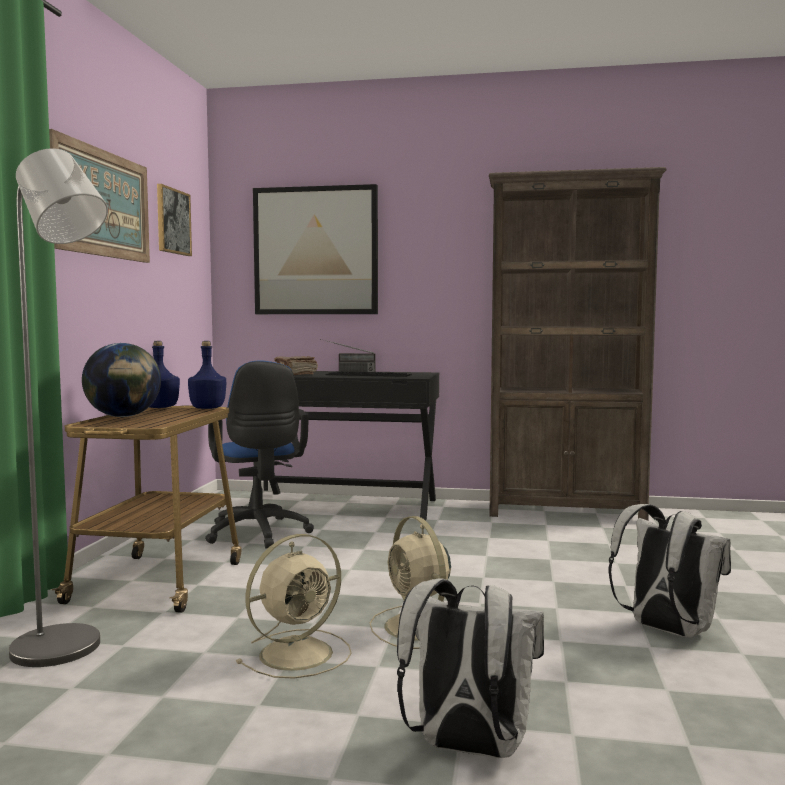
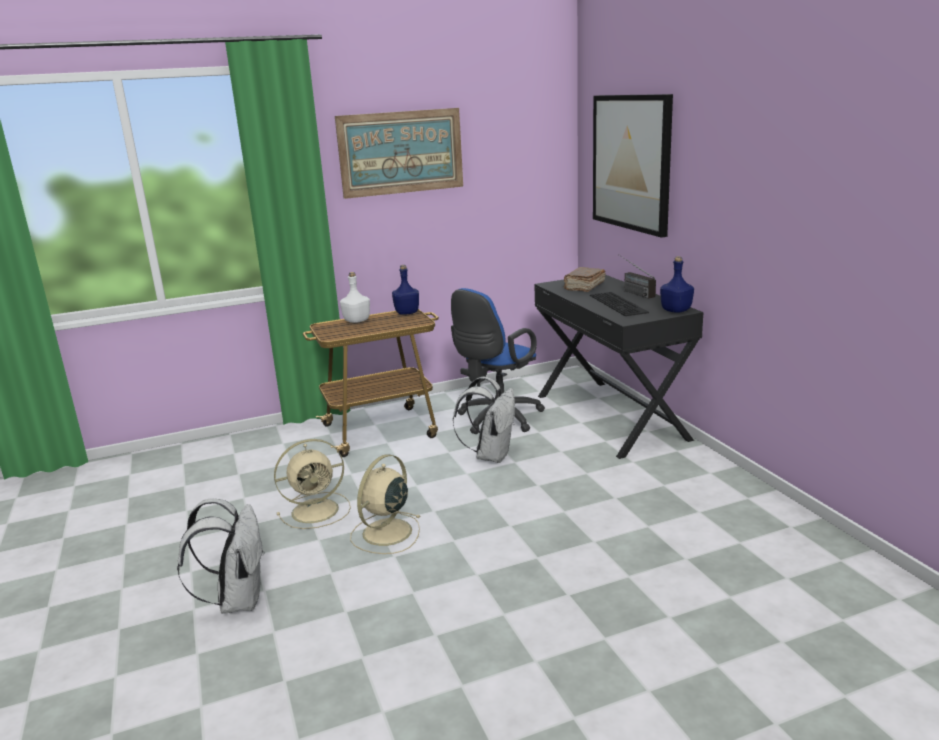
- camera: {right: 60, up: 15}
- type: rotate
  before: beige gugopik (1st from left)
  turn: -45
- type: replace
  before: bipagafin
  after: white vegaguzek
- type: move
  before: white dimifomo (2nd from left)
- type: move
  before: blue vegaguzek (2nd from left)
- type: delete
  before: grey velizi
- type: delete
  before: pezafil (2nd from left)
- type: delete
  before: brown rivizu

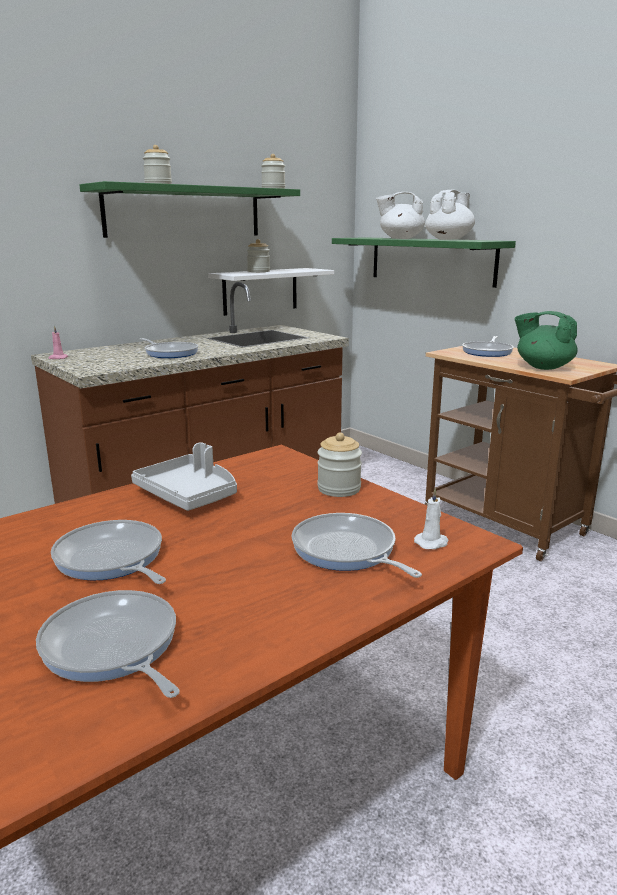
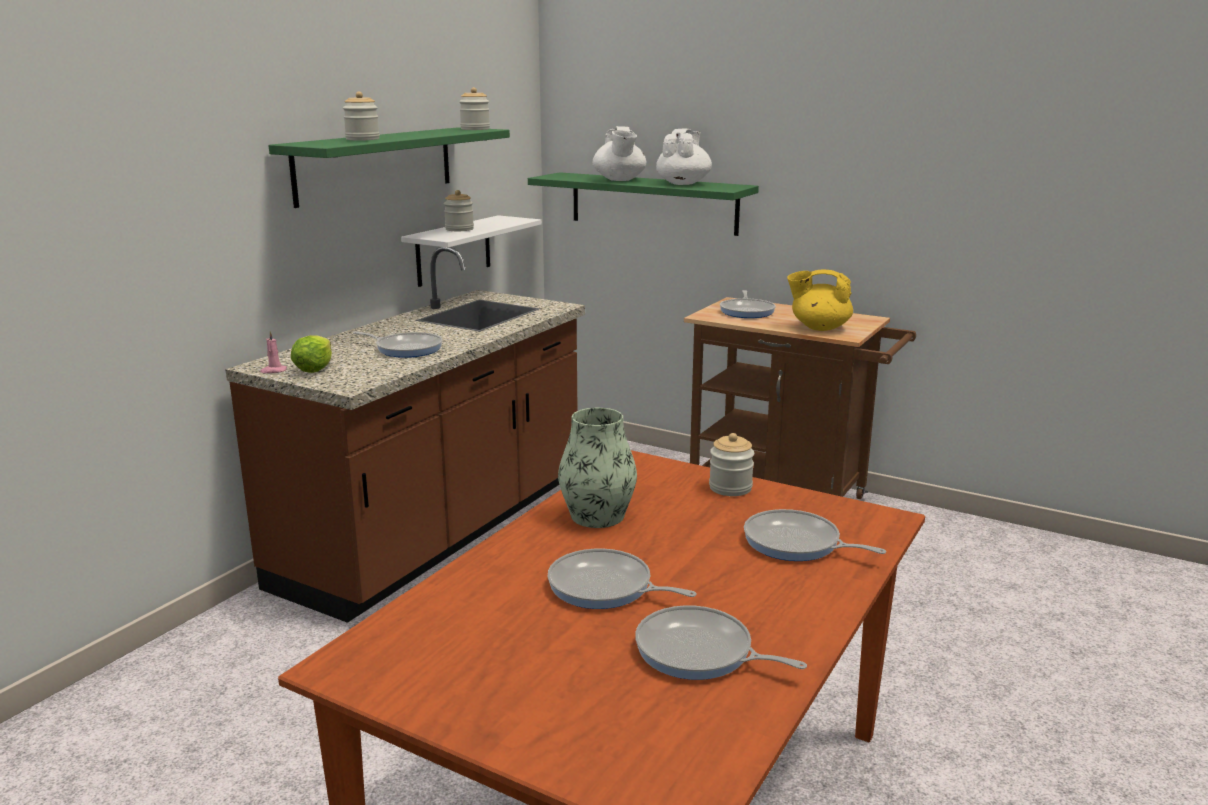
- camera: {right: -20, up: 0}
- type: insert
  after: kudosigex
- type: replace
  before: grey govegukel
  after: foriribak
- type: rotate
  before: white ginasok (1st from left)
  turn: -75
- type: recolor
  before: green ginasok
  after: yellow ginasok
- type: delete
  before: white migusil

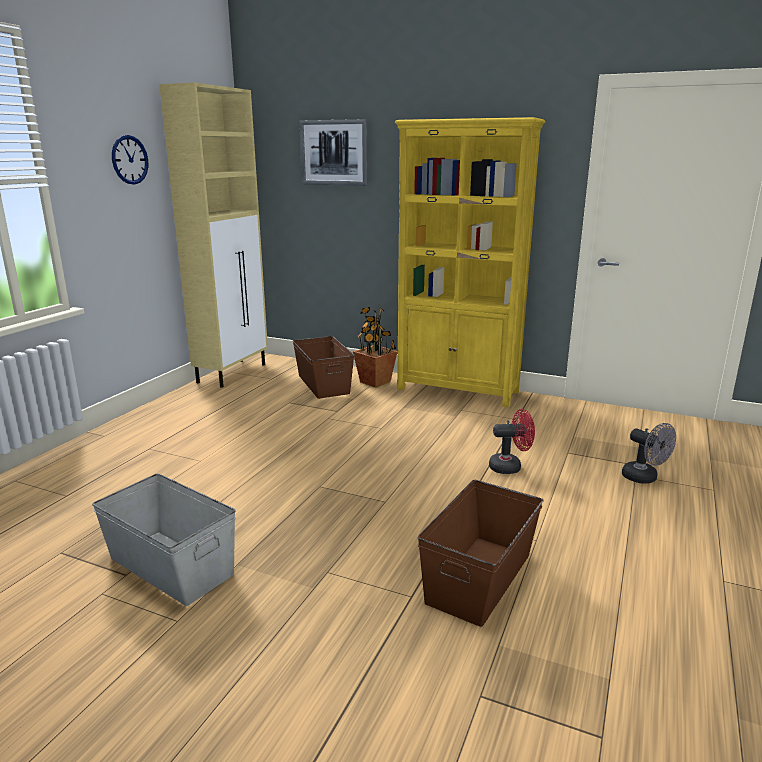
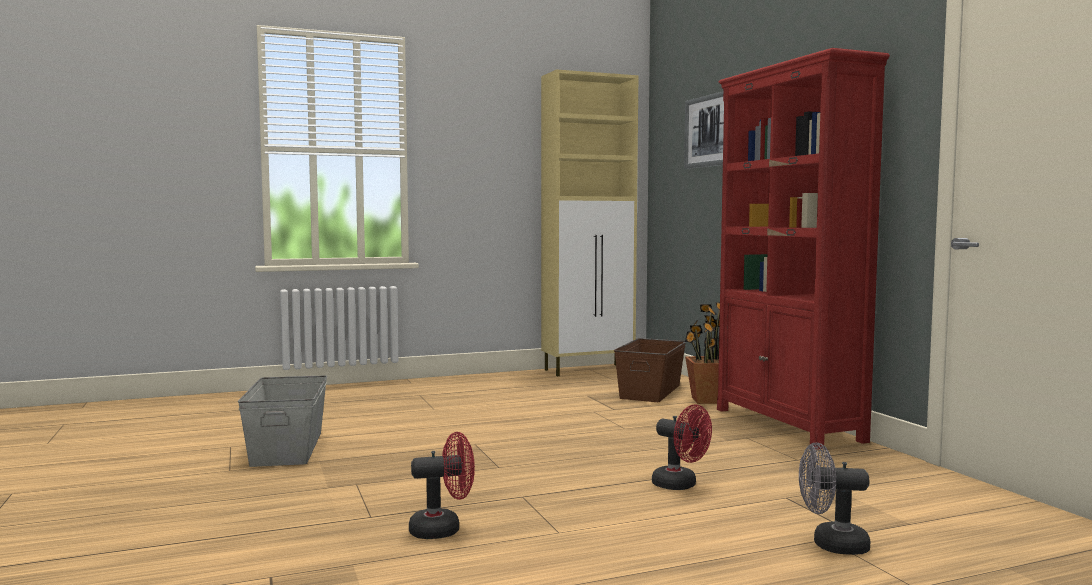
- camera: {right: 45, up: -15}
- type: replace
  before: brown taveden (2nd from left)
  after: red gugopik (1st from left)
- type: recolor
  before: yellow rivizu
  after: red rivizu
- type: rotate
  before: grey gugopik
  turn: 90
- type: delete
  before: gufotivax

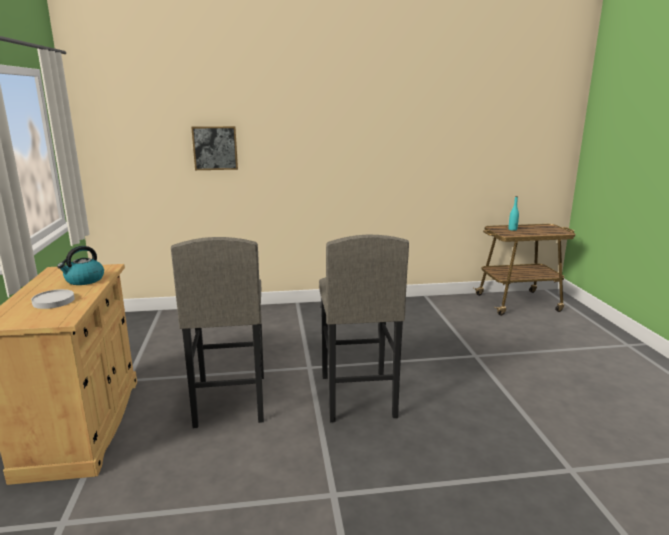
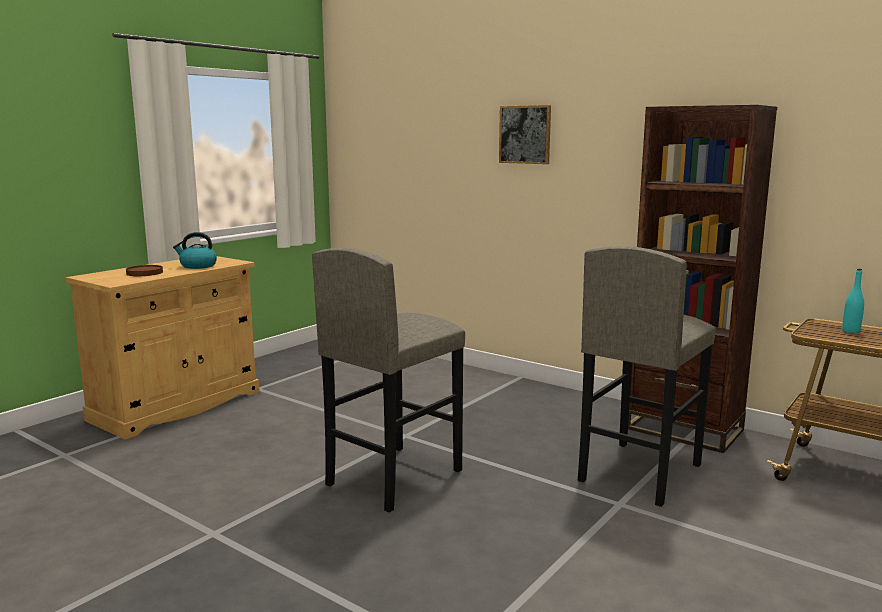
- camera: {right: 45, up: -5}
- type: recolor
  before: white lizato
  after: brown lizato
- type: move
  before: pezafil
- type: move
  before: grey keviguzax (1st from left in the first image)
  after: grey keviguzax (2nd from left)
- type: insert
  after: brown rivizu

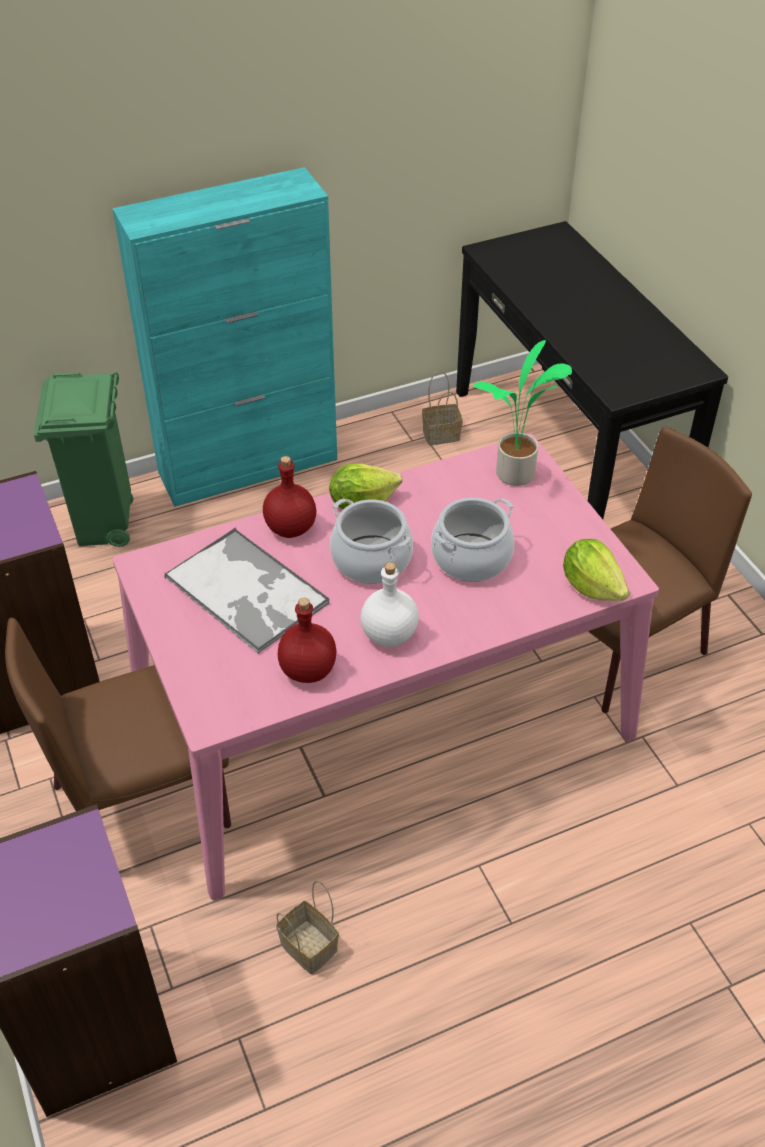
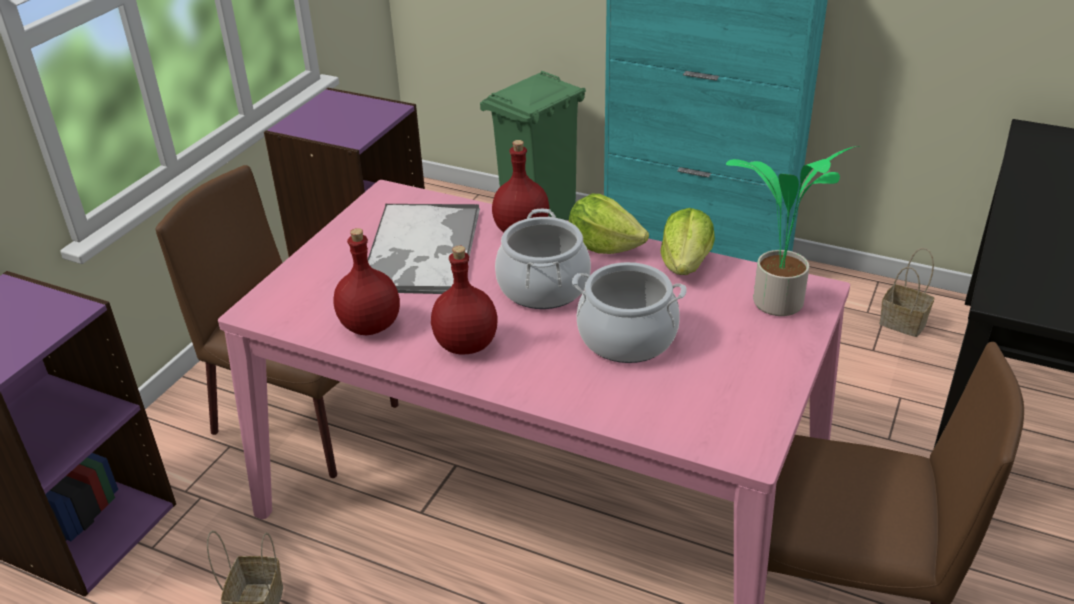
- camera: {right: 50, up: -10}
- type: recolor
  before: white vegaguzek
  after: red vegaguzek (2nd from left)
- type: move
  before: kudosigex (2nd from left)

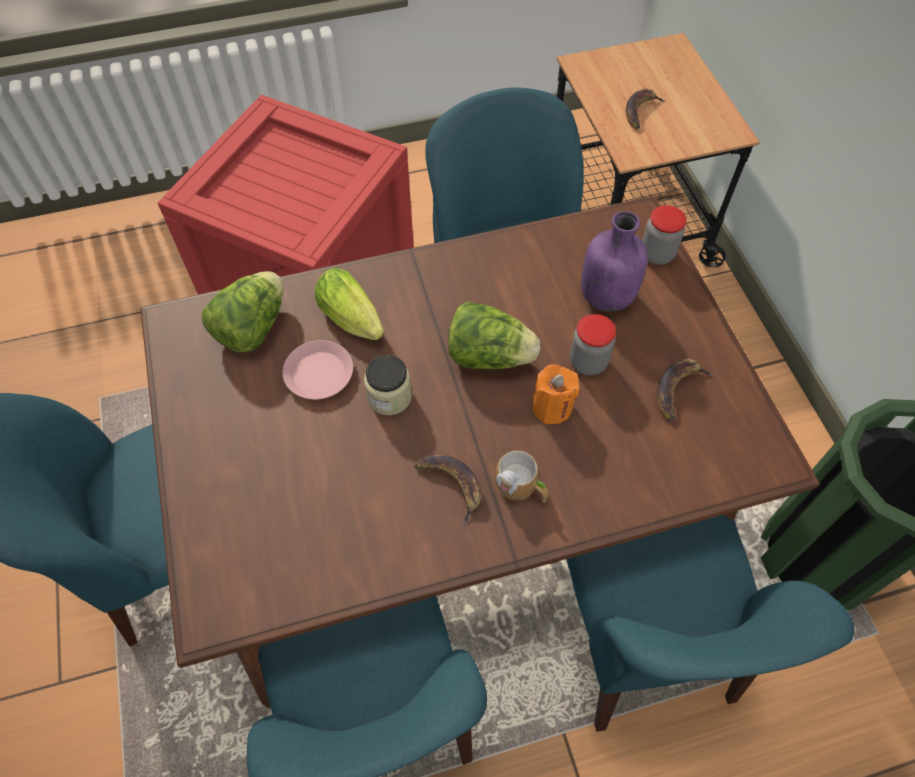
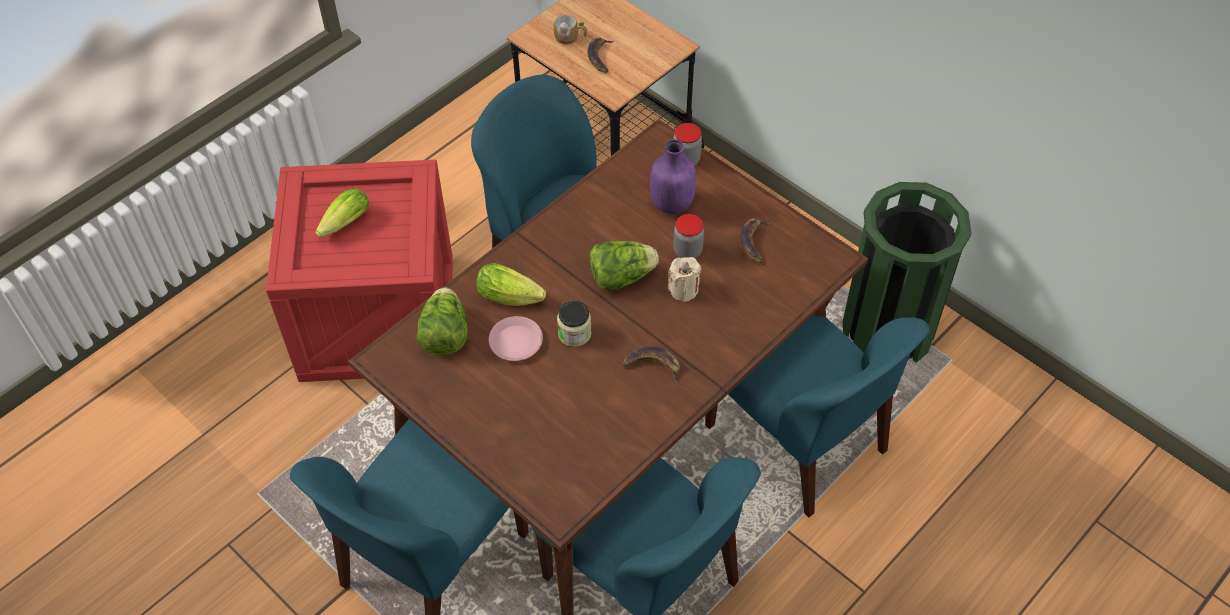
- camera: {right: -30, up: -5}
- type: insert
  after: kudosigex (1st from left)
- type: move
  before: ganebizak
- type: recolor
  before: orange migusil
  after: beige migusil

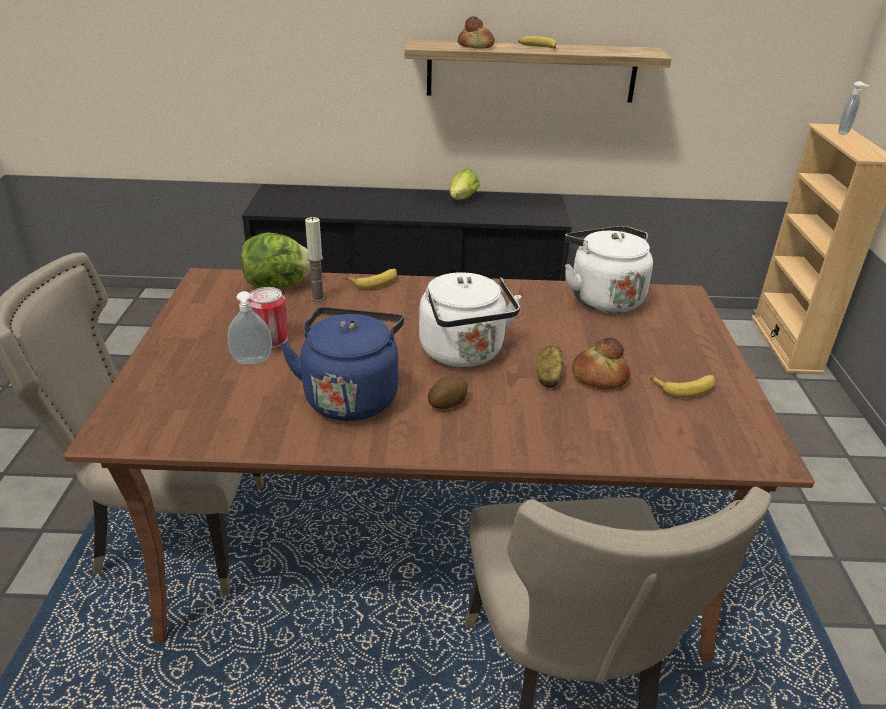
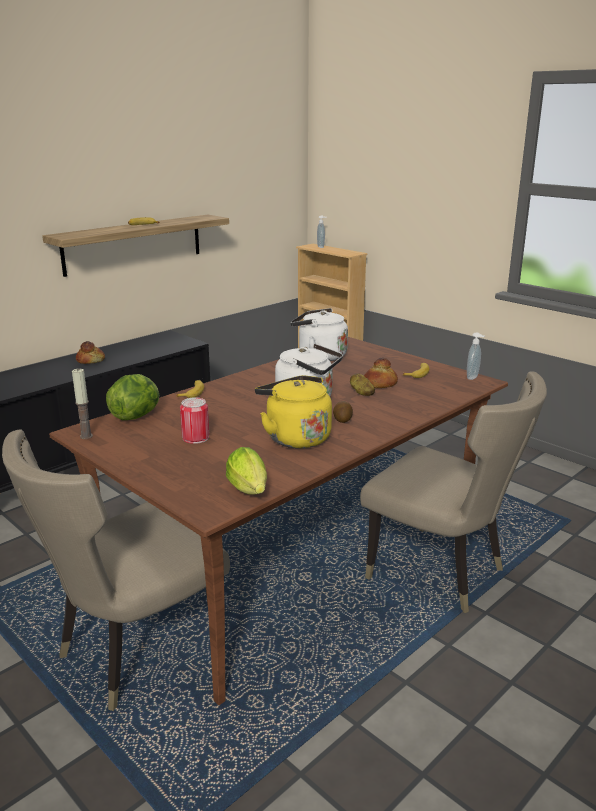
- camera: {right: -45, up: -10}
- type: move
  before: migusil
- type: move
  before: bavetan (1st from left)
- type: move
  before: kudosigex (2nd from left)
- type: recolor
  before: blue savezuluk
  after: yellow savezuluk
- type: move
  before: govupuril (1st from left in the first image)
  after: govupuril (2nd from left)

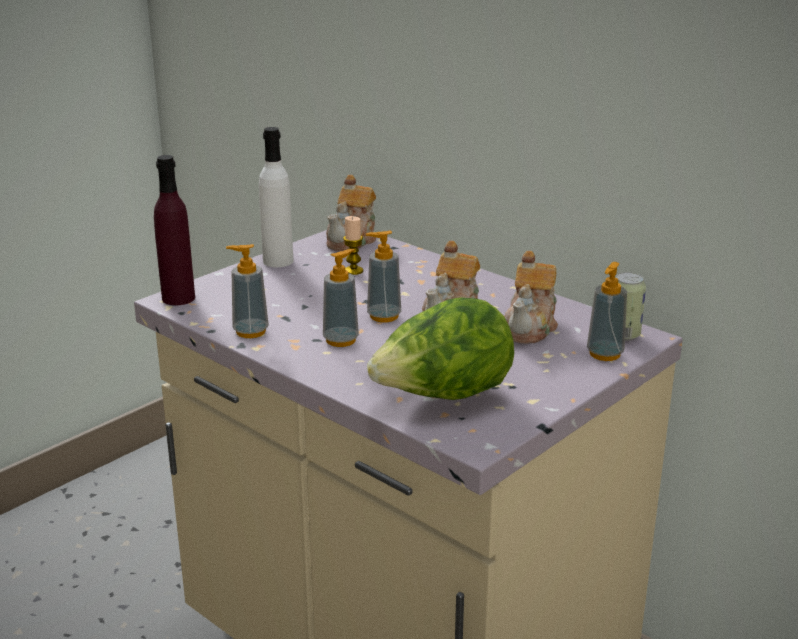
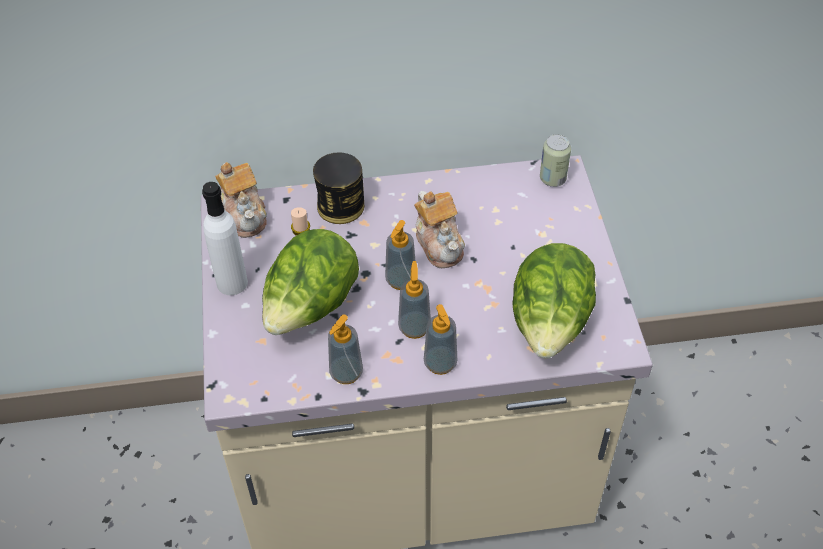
- camera: {right: -50, up: 25}
- type: insert
  after: kudosigex (1st from left)
- type: insert
  after: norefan (1st from left)
- type: move
  before: govupuril (4th from left)
- type: delete
  before: purple vegaguzek
- type: delete
  before: ginasok (3rd from left)

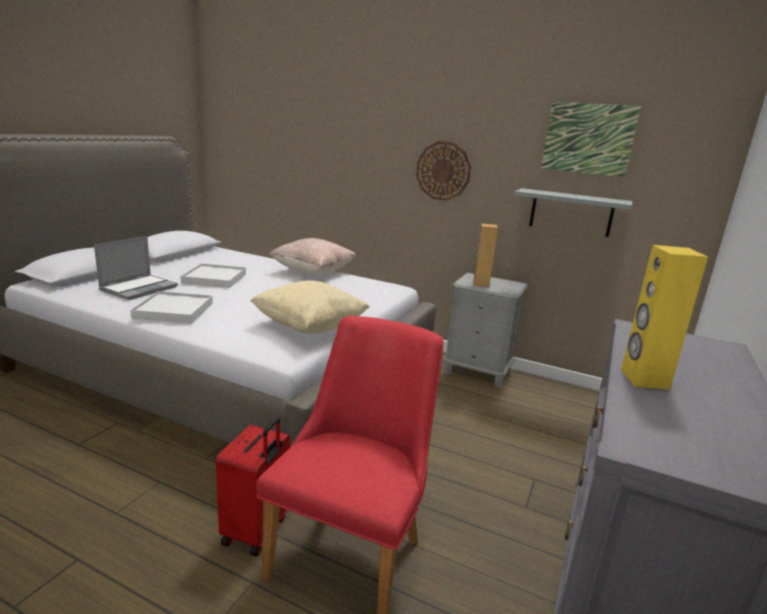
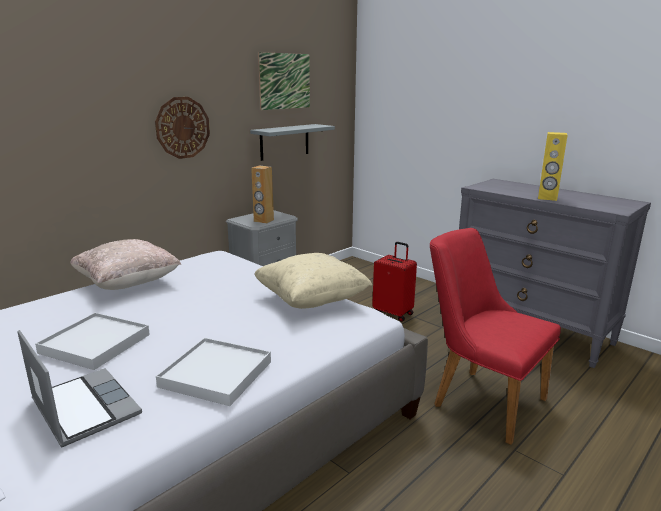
- camera: {right: -70, up: 0}
- type: move
  before: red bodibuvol

